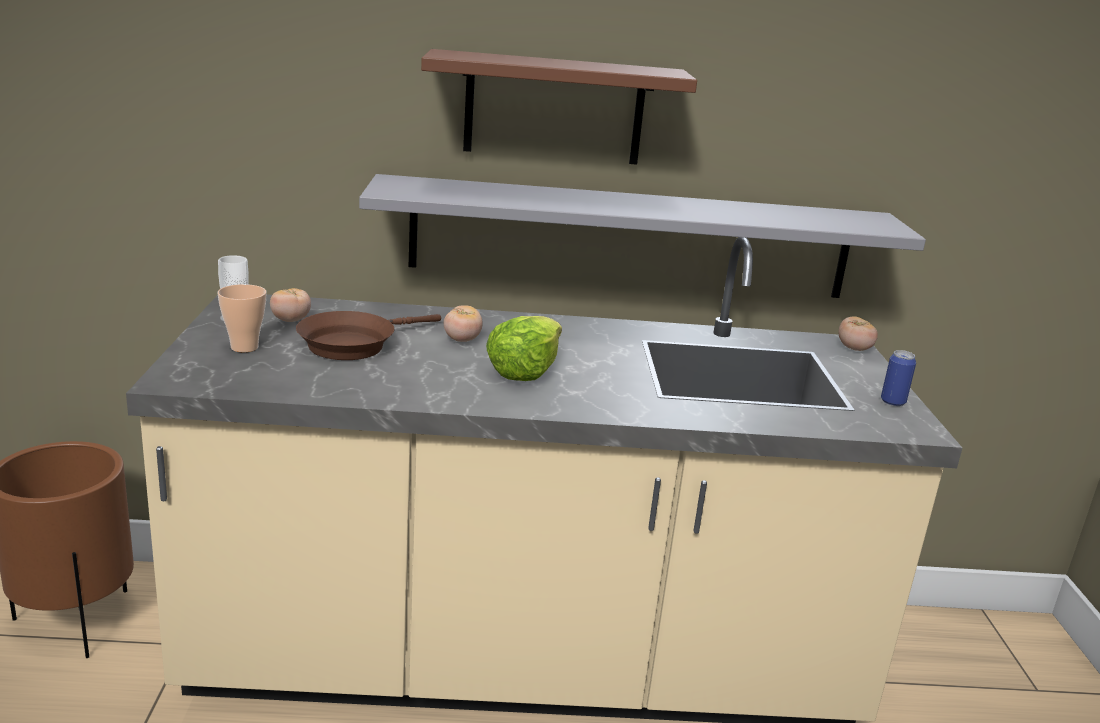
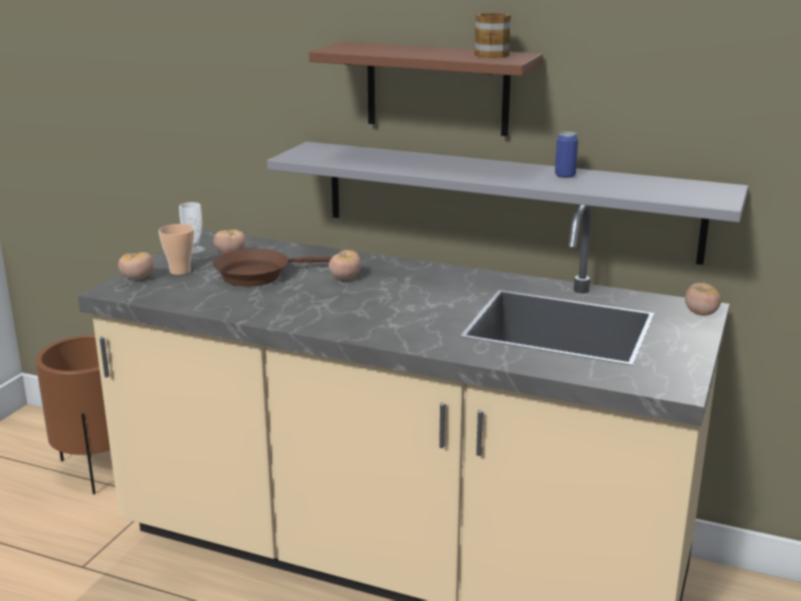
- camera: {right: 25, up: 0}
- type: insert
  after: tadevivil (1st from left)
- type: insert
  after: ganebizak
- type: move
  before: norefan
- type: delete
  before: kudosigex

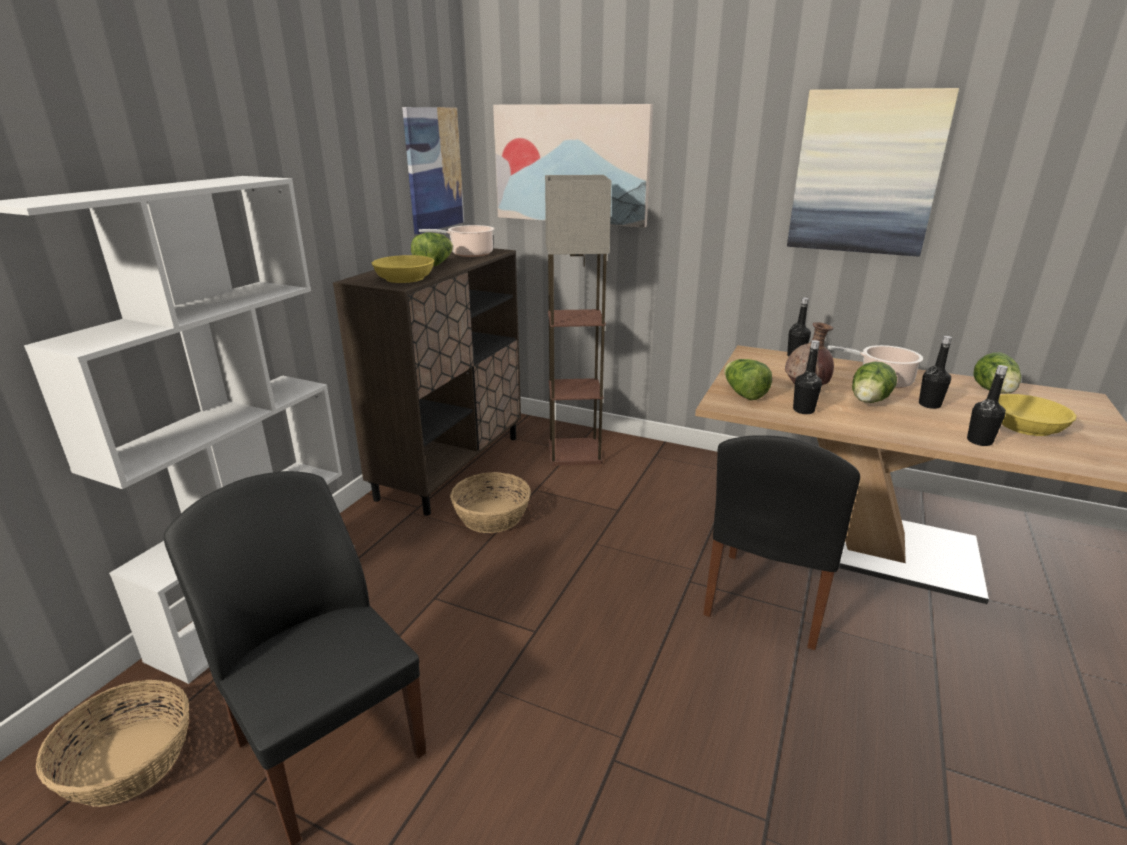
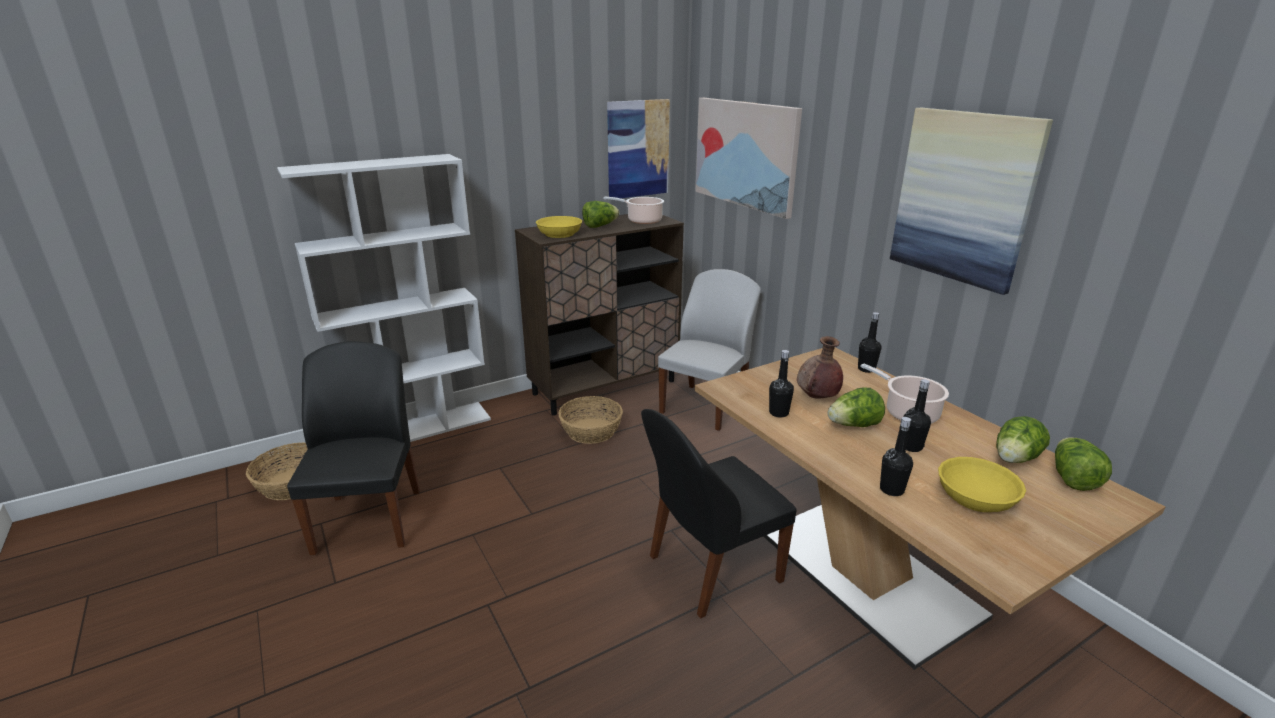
- camera: {right: 35, up: 0}
- type: replace
  before: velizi
  after: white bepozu
- type: move
  before: kudosigex (2nd from left in the first image)
  after: kudosigex (4th from left)

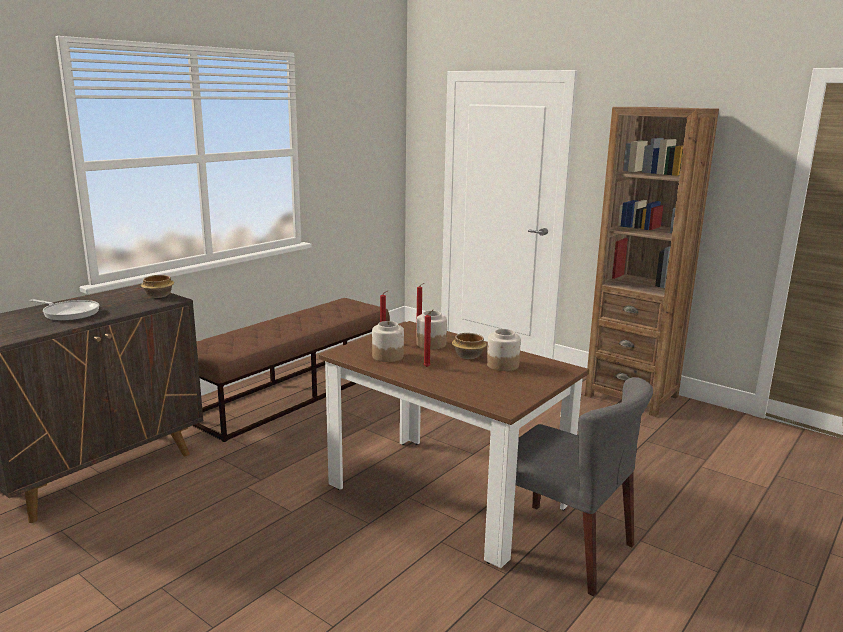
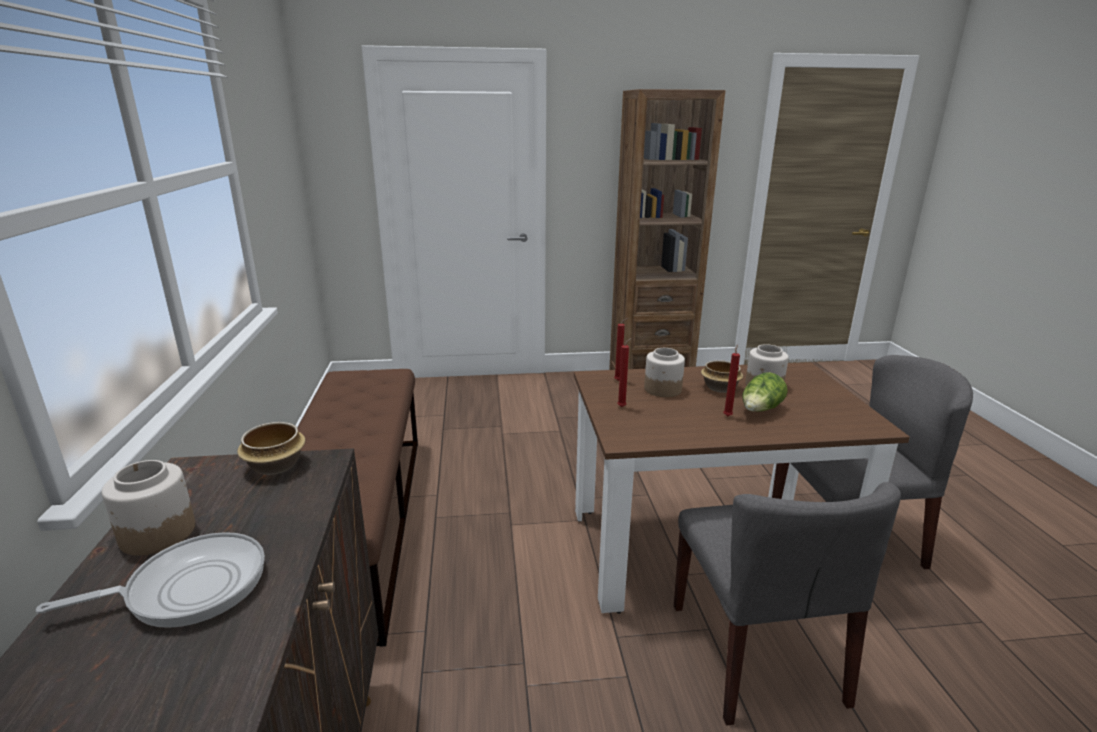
- camera: {right: -45, up: 5}
- type: move
  before: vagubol (1st from left)
- type: insert
  after: grey bepozu (1st from left)
- type: insert
  after: kudosigex

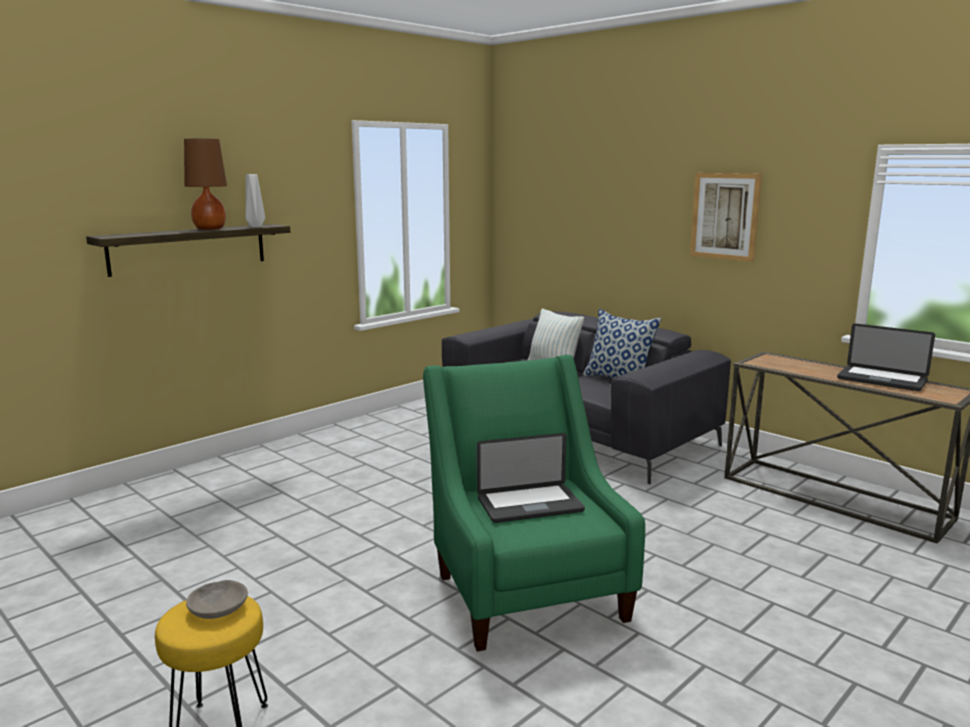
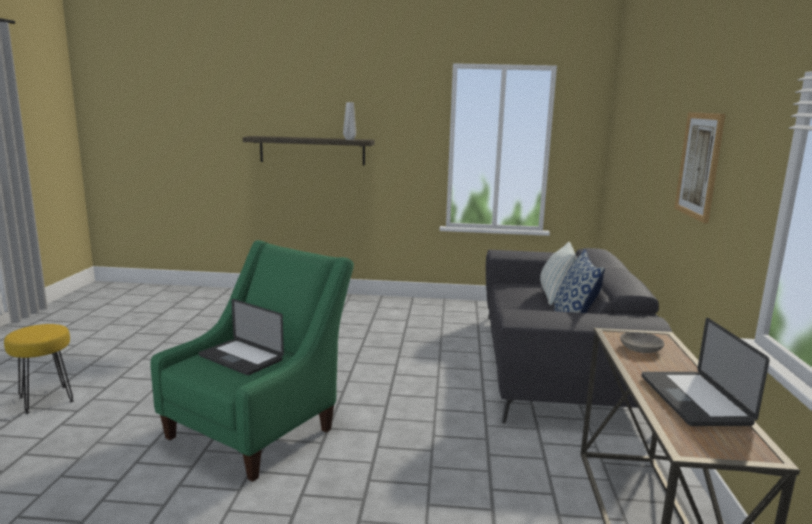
- camera: {right: 50, up: 0}
- type: move
  before: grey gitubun
- type: delete
  before: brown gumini

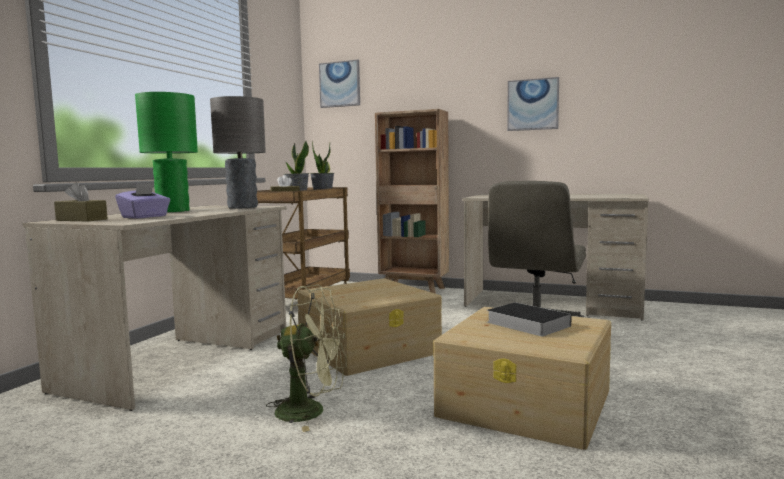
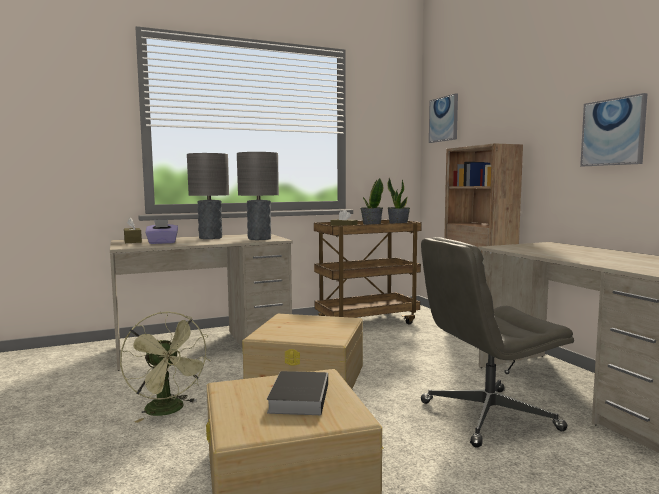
- camera: {right: 45, up: 0}
- type: recolor
  before: green gumini
  after: grey gumini (1st from left)

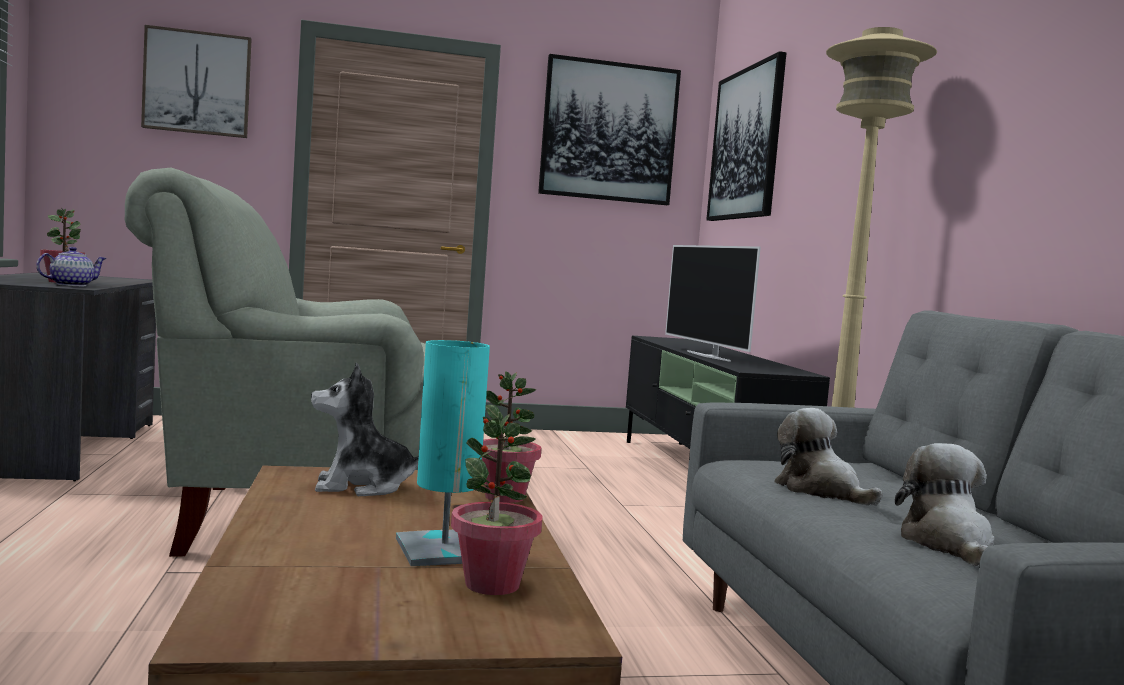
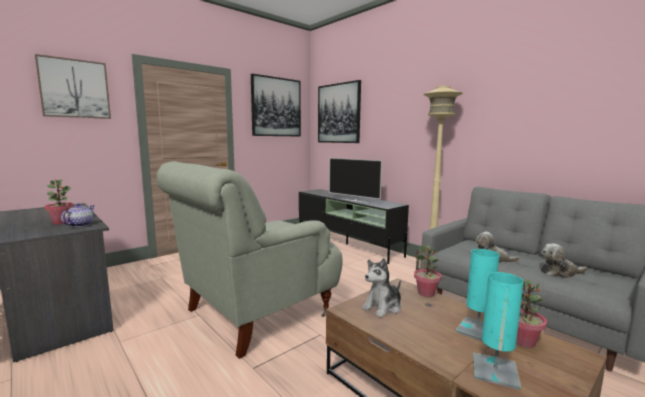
- camera: {right: -30, up: 5}
- type: insert
  after: turquoise gumini (2nd from left)
- type: rotate
  before: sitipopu (3rd from left)
  turn: -60

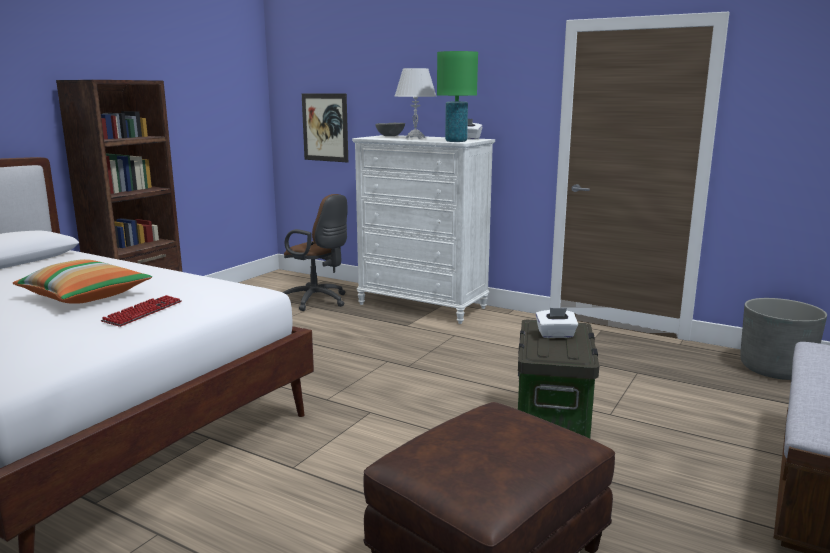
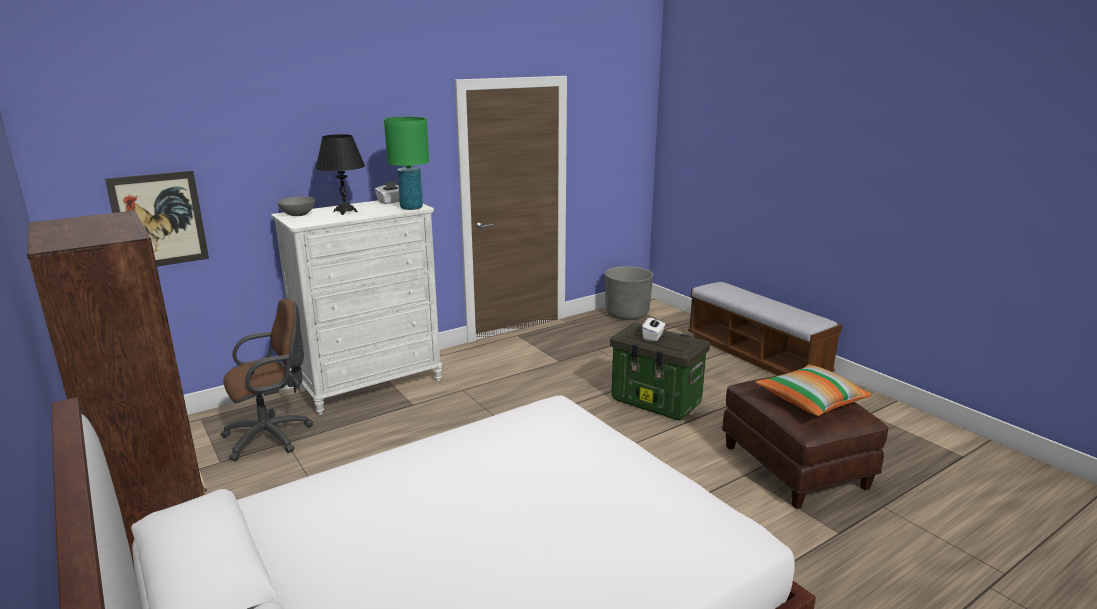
- camera: {right: -65, up: 5}
- type: recolor
  before: white gumini
  after: black gumini
- type: move
  before: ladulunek
- type: delete
  before: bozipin

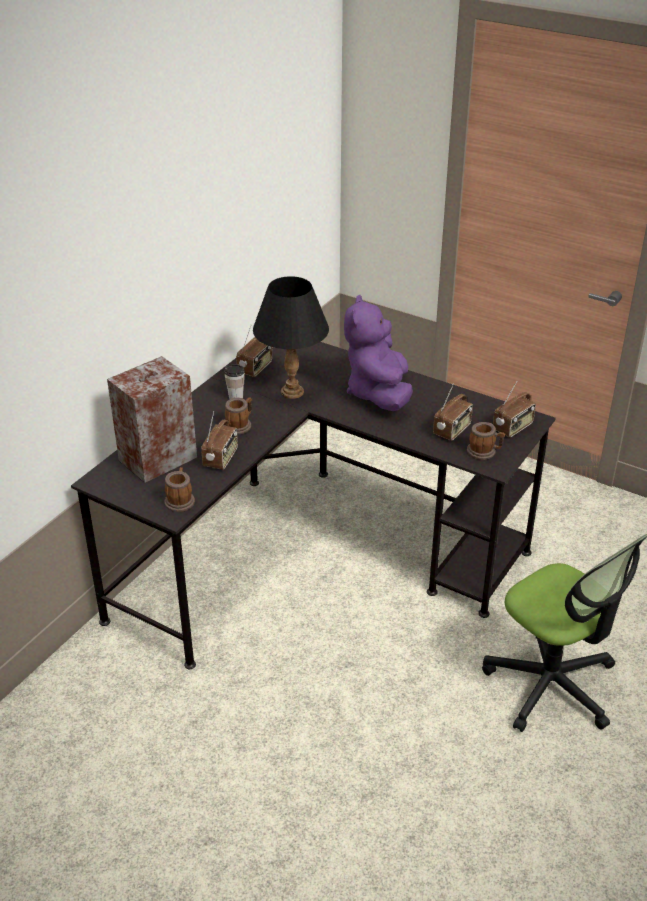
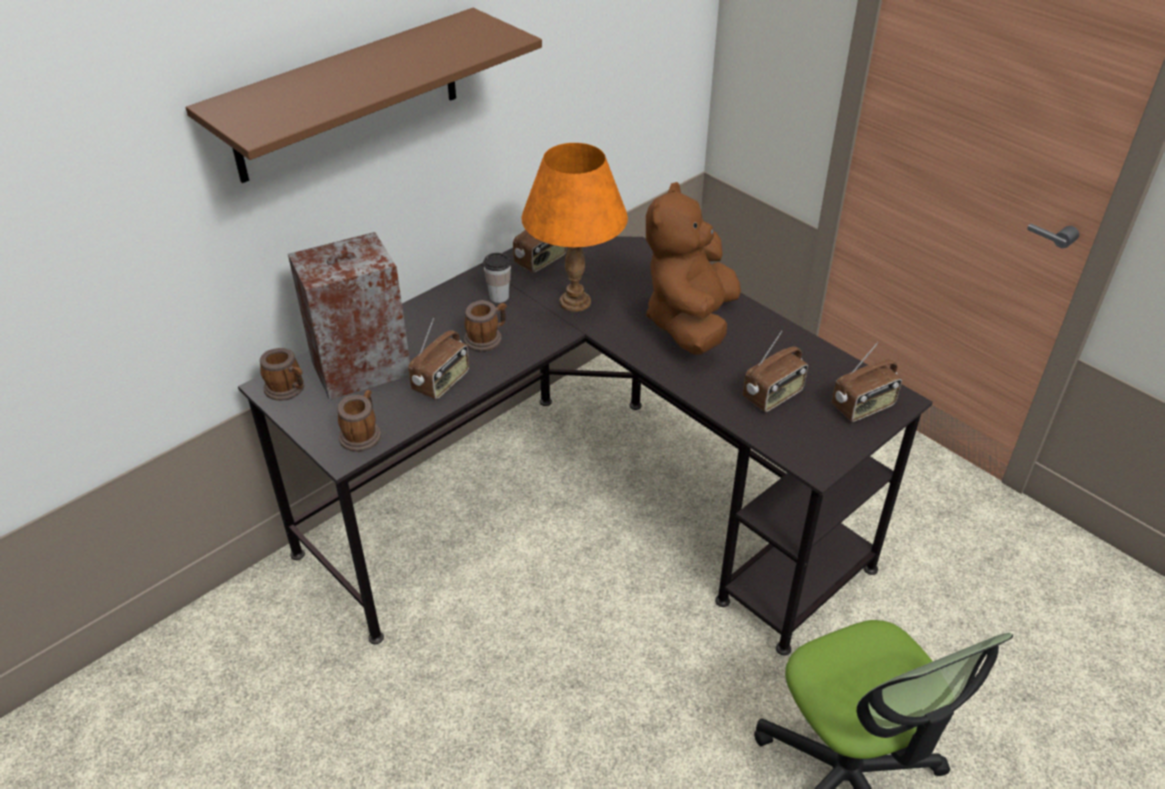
- camera: {right: 15, up: 5}
- type: insert
  after: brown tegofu
- type: move
  before: ganebizak (3rd from left in the first image)
  after: ganebizak (1st from left)
- type: recolor
  before: black gumini
  after: orange gumini
- type: recolor
  before: purple sitipopu
  after: brown sitipopu

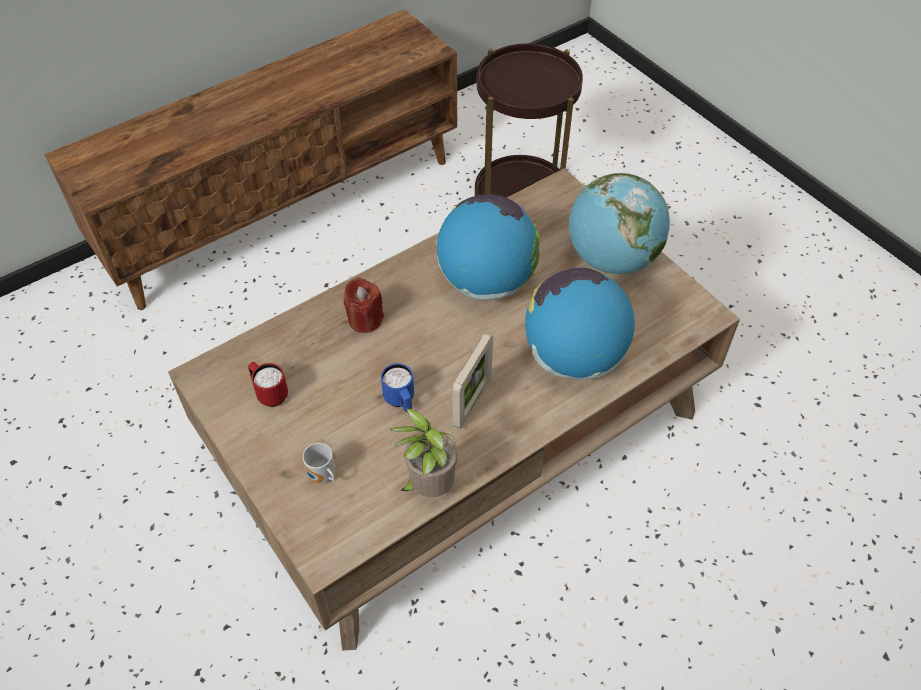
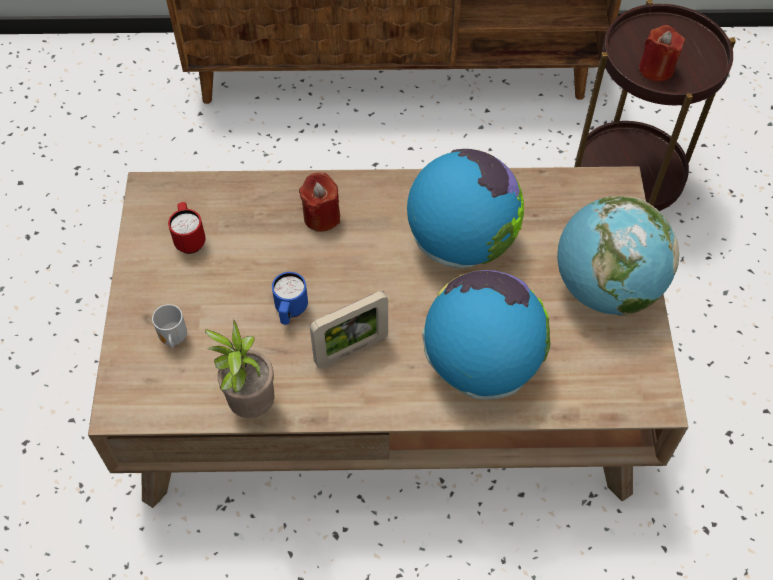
- camera: {right: 35, up: 5}
- type: insert
  after: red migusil (2nd from left)

